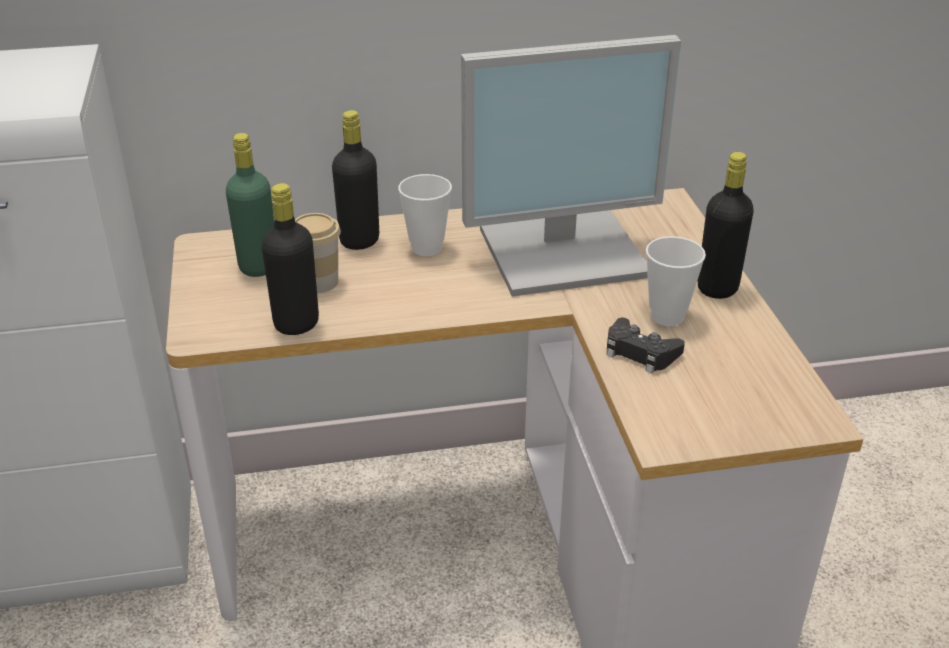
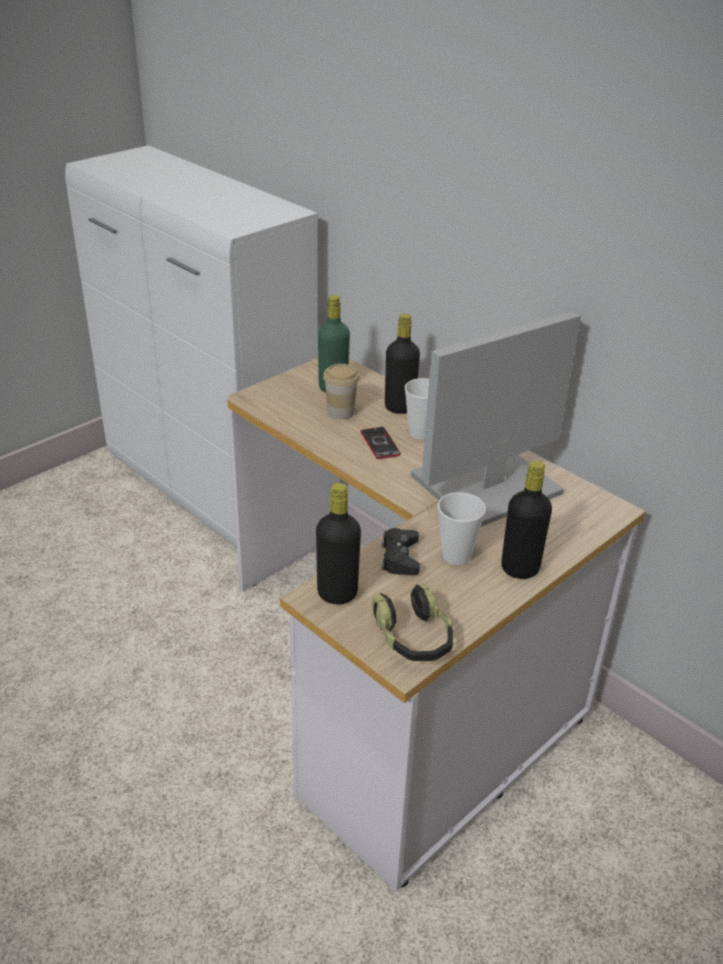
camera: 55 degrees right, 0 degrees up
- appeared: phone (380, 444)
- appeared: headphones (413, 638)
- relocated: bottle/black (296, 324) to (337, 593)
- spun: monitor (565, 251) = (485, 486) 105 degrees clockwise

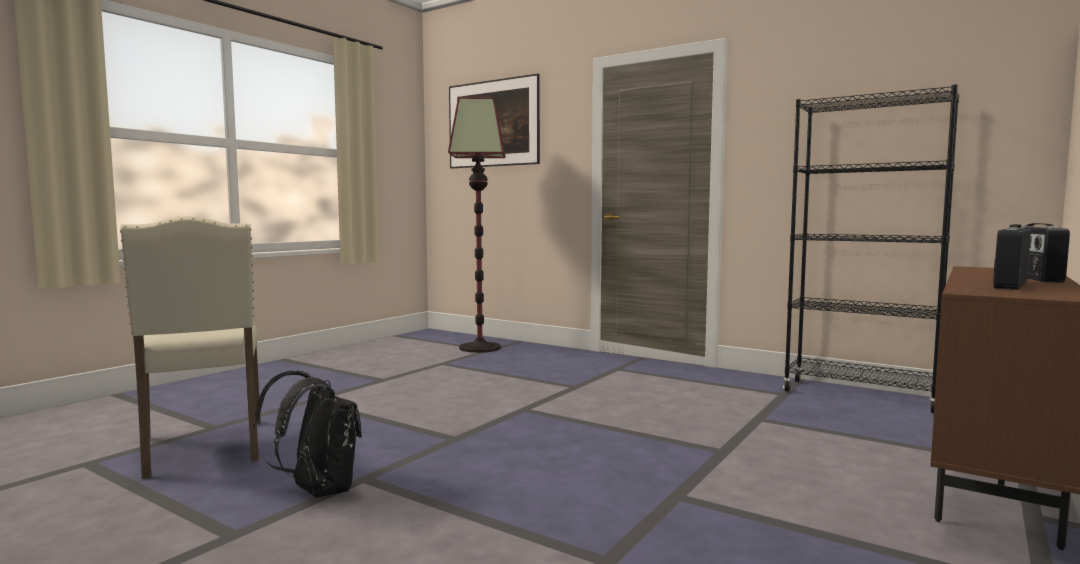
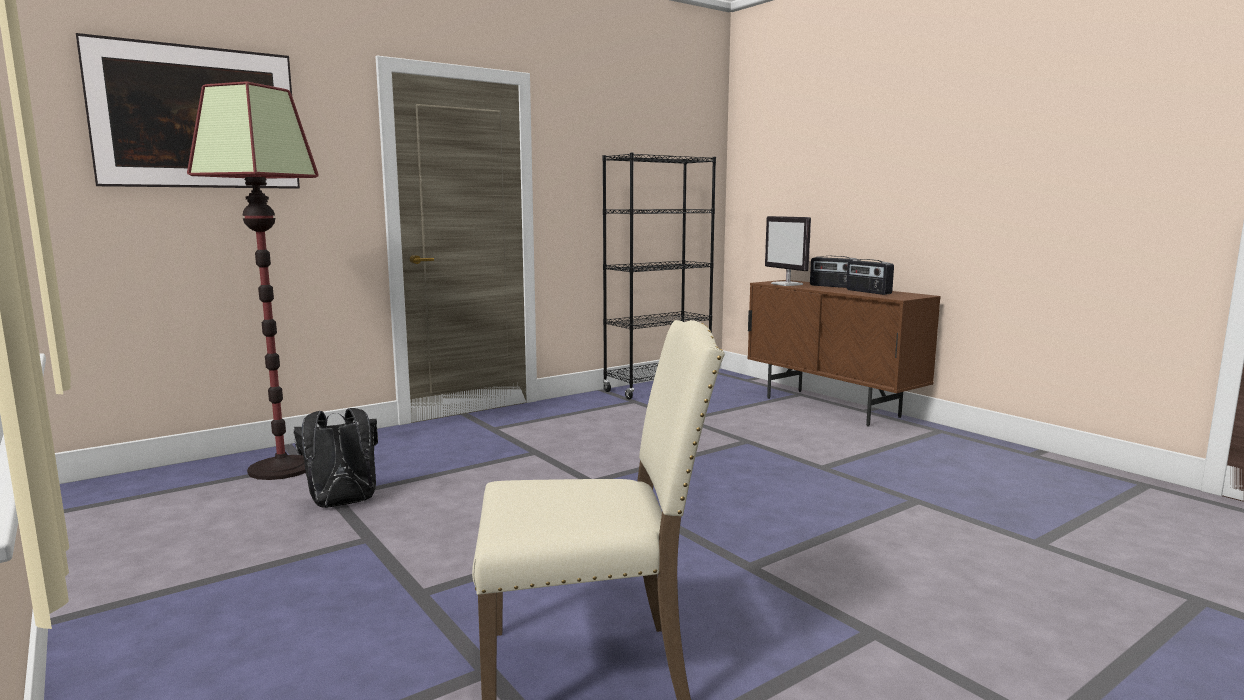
camera: 70 degrees left, 5 degrees up
- appeared: monitor (787, 284)
- relocated: backpack/black (317, 491) to (342, 504)

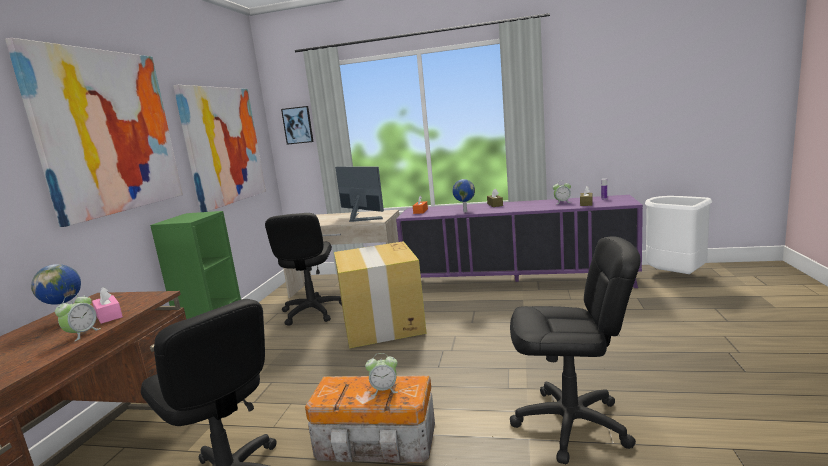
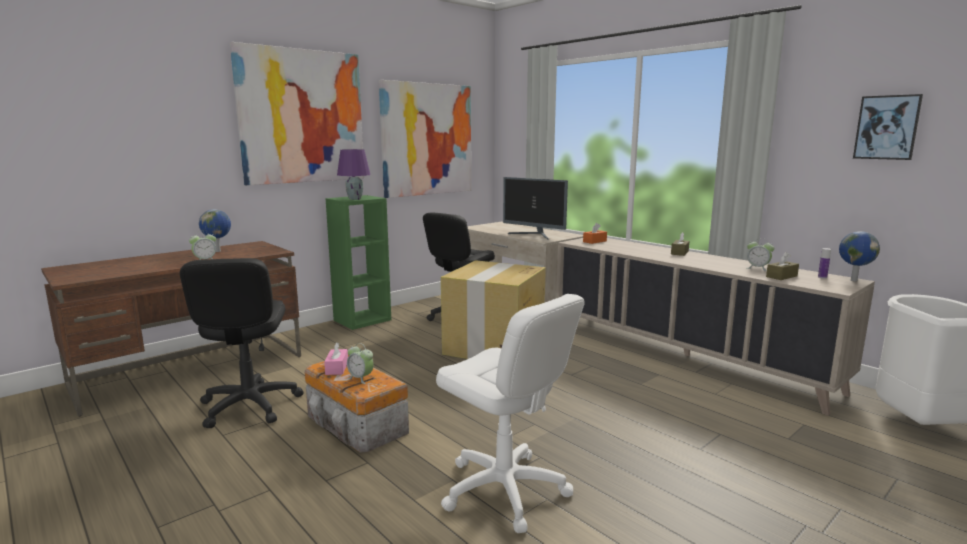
camera: 35 degrees right, 0 degrees up
- appeared: table lamp/purple (354, 199)
- relocated: tissue box/pink (109, 316) to (337, 368)
- relocated: picture (297, 125) to (887, 127)
- relocated: globe (464, 211) to (853, 280)
- colour: cabinet/purple (516, 282) to cabinet/beige (684, 356)
- colour: office chair/black (571, 424) to office chair/white (504, 490)
- spun: monitor (360, 218) = (534, 235) 135 degrees clockwise

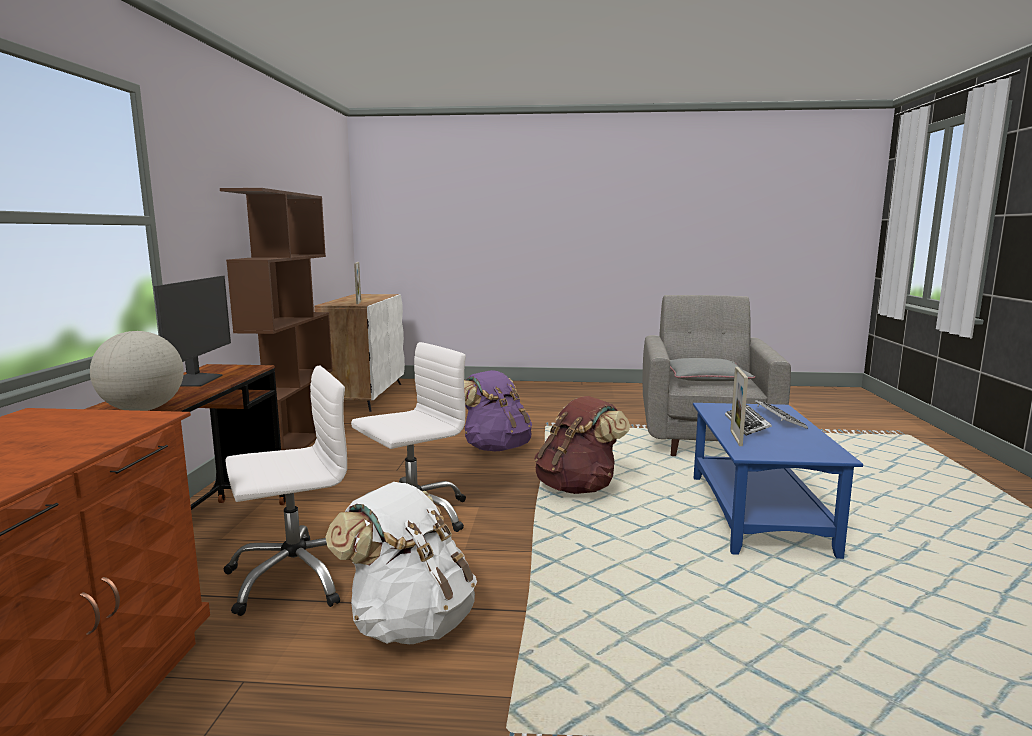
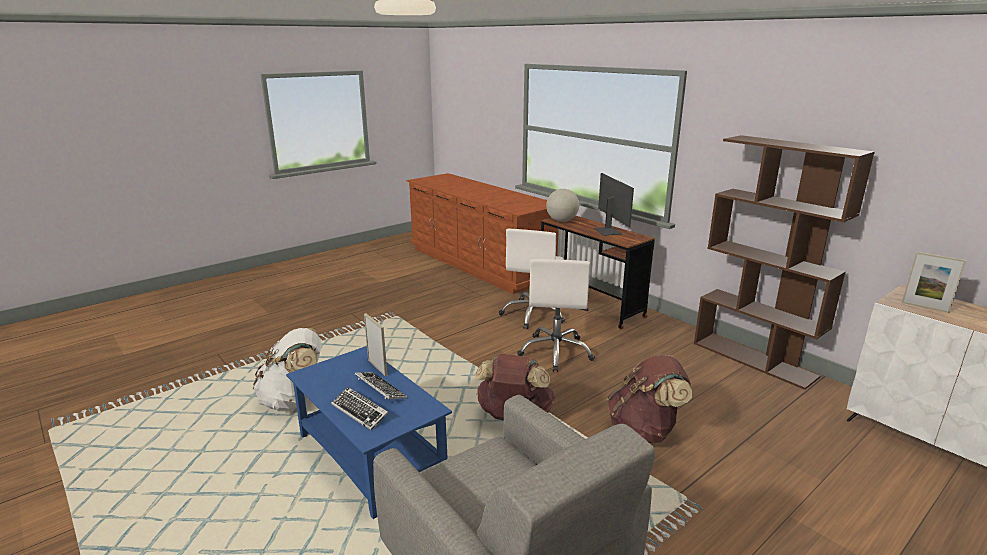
camera: 135 degrees right, 10 degrees up
- missing: pillow/grey (705, 378)
- relocated: backpack/white (410, 623) to (294, 400)
- colour: backpack/purple (496, 447) to backpack/brown (644, 431)
- spun: monitor (195, 380) = (608, 231) 150 degrees counterclockwise

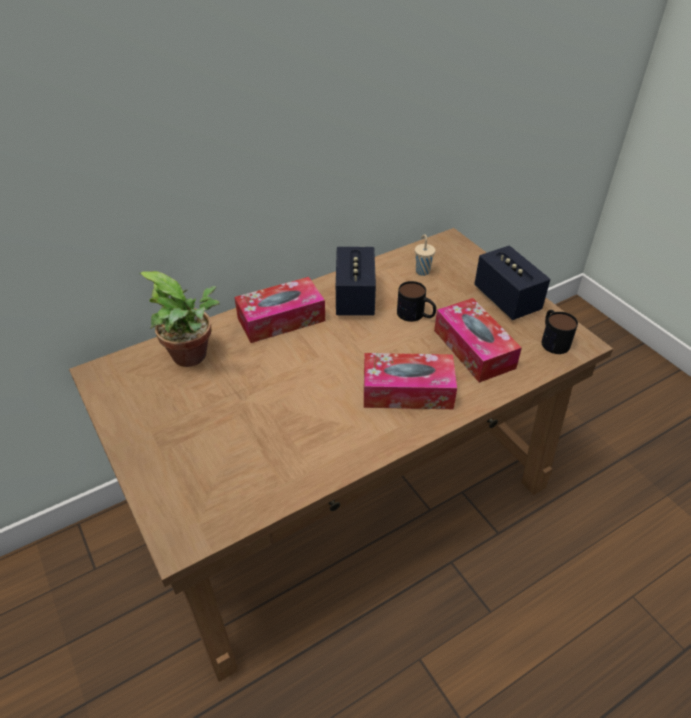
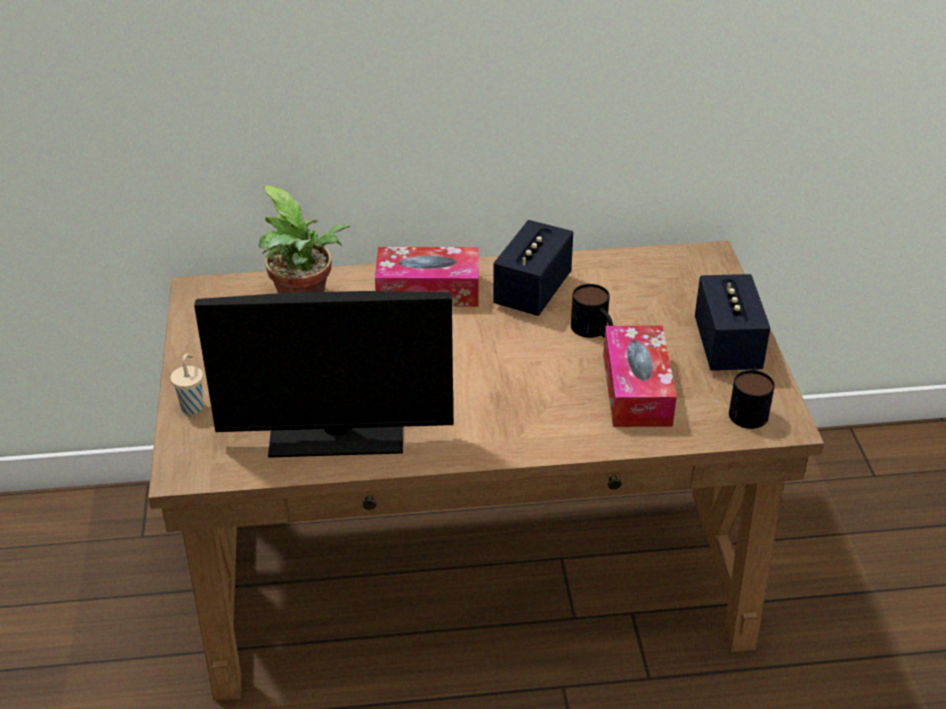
camera: 25 degrees right, 5 degrees down
- missing: tissue box (407, 391)
- appeared: monitor (336, 434)
- relocated: cup/beige (422, 271) to (192, 406)

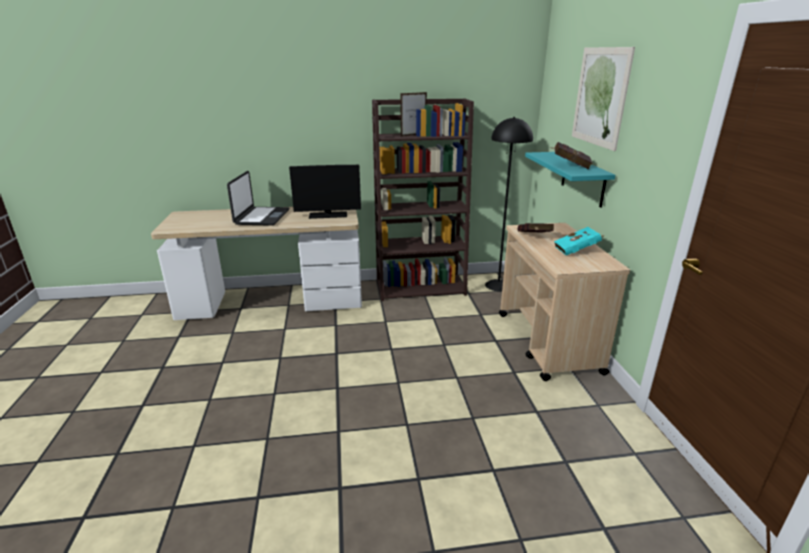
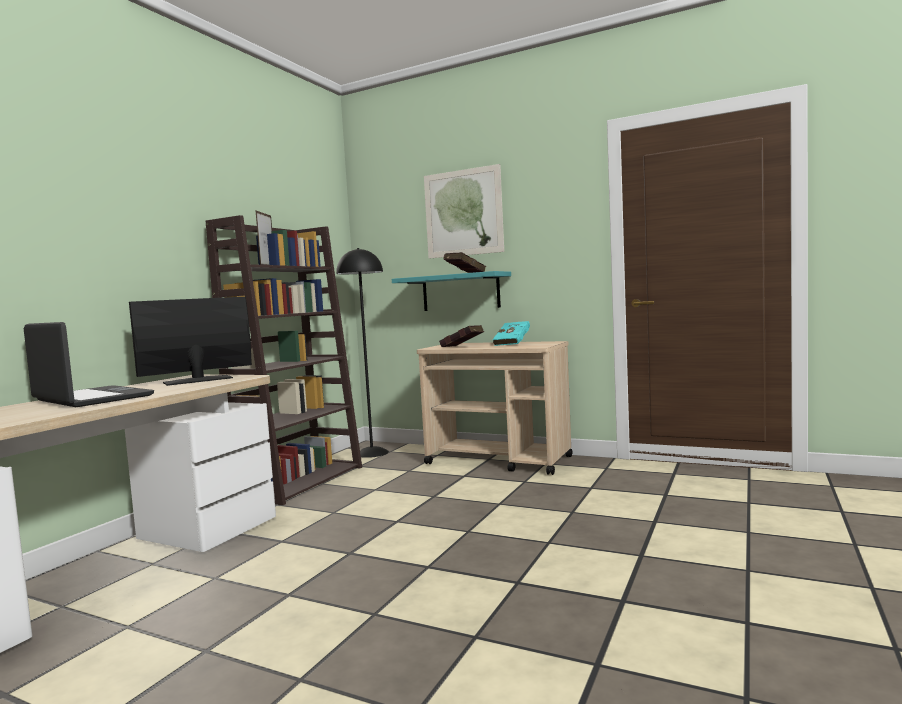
camera: 55 degrees left, 20 degrees down
- spun: monitor (328, 215) = (198, 380) 150 degrees counterclockwise

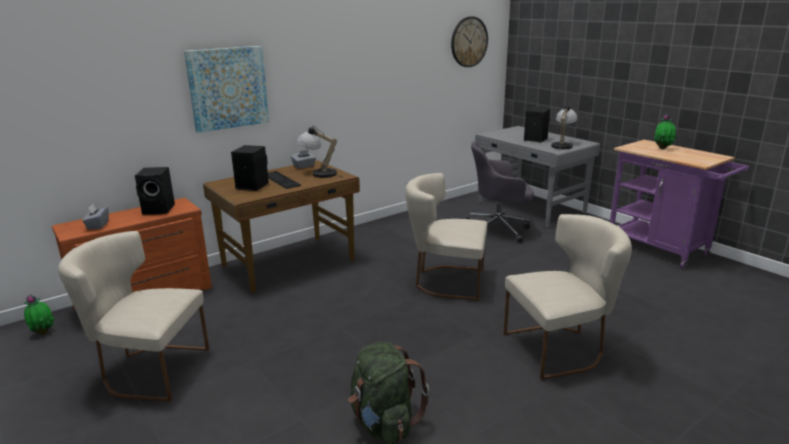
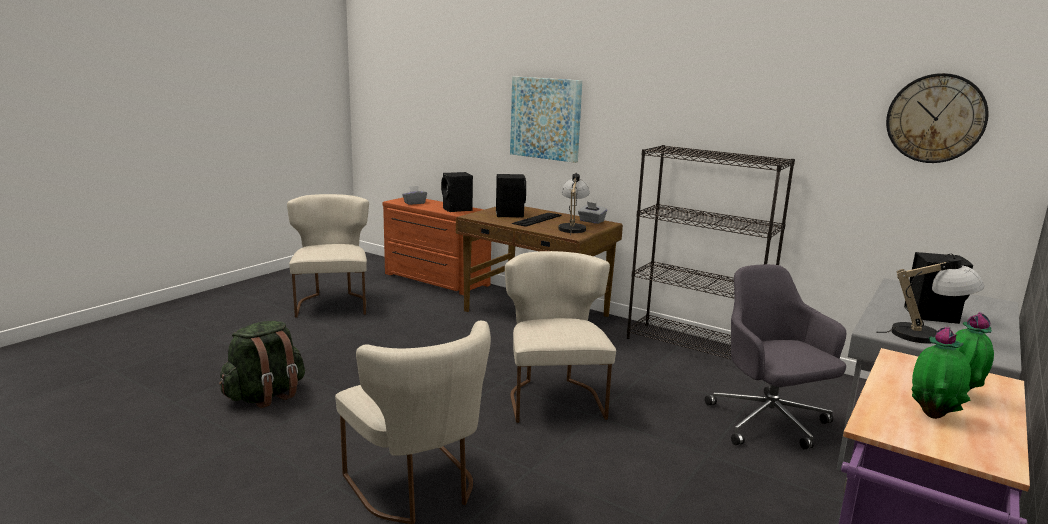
camera: 70 degrees right, 5 degrees down
- appeared: bookcase/black (695, 346)
- relocated: potted plant (43, 332) to (933, 415)

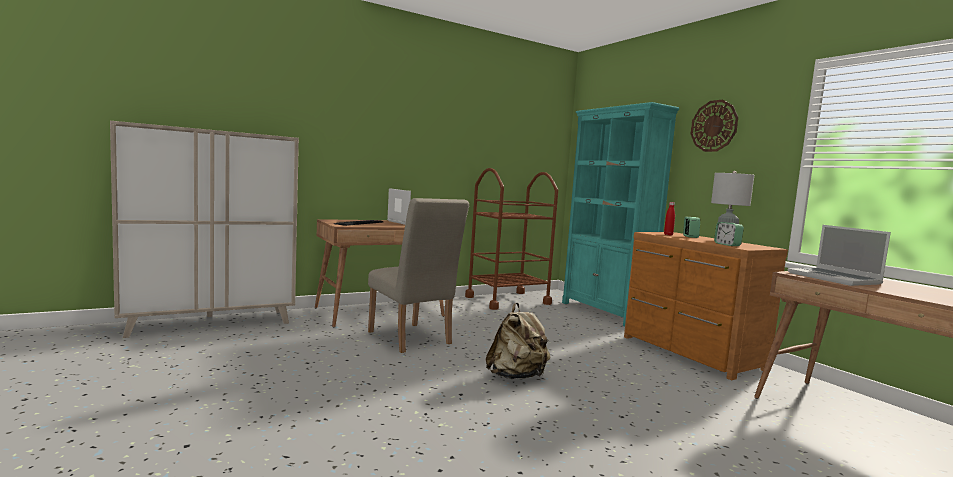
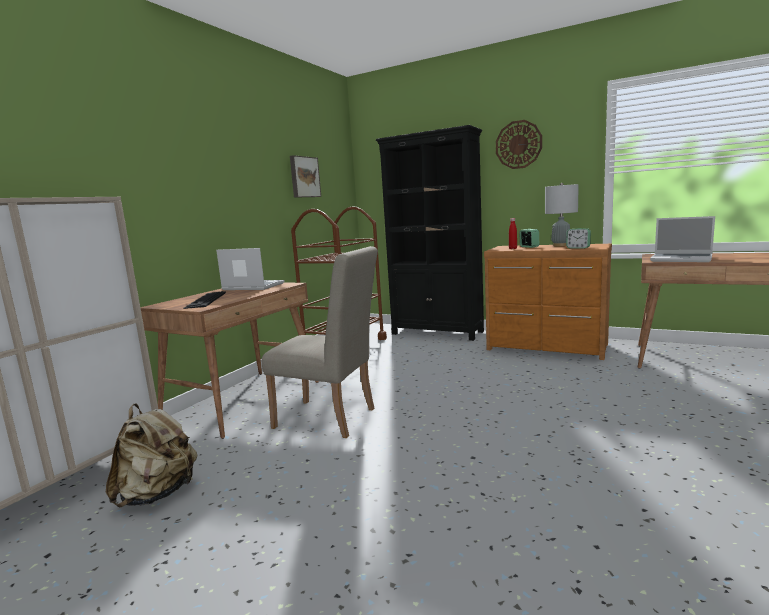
camera: 30 degrees left, 5 degrees up
- appeared: picture (304, 177)
- relocated: backpack/beige (516, 376) to (158, 494)
- colour: bookcase/turquoise (605, 313) to bookcase/black (437, 333)

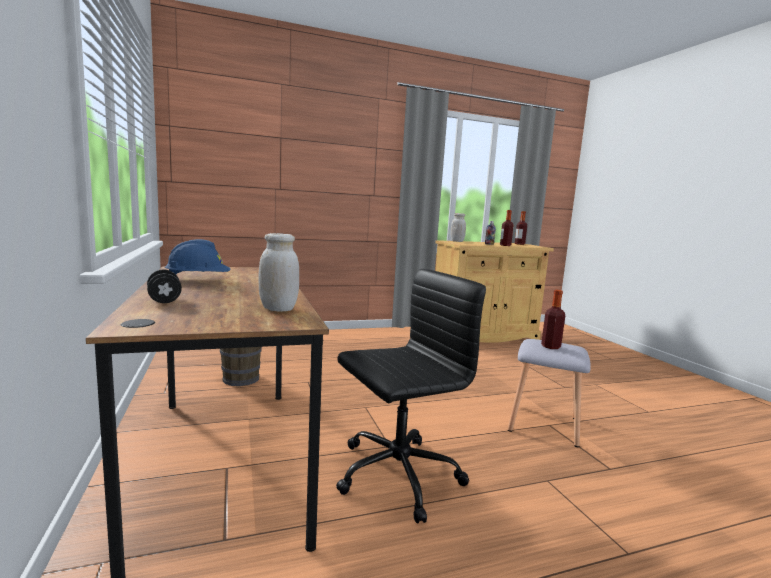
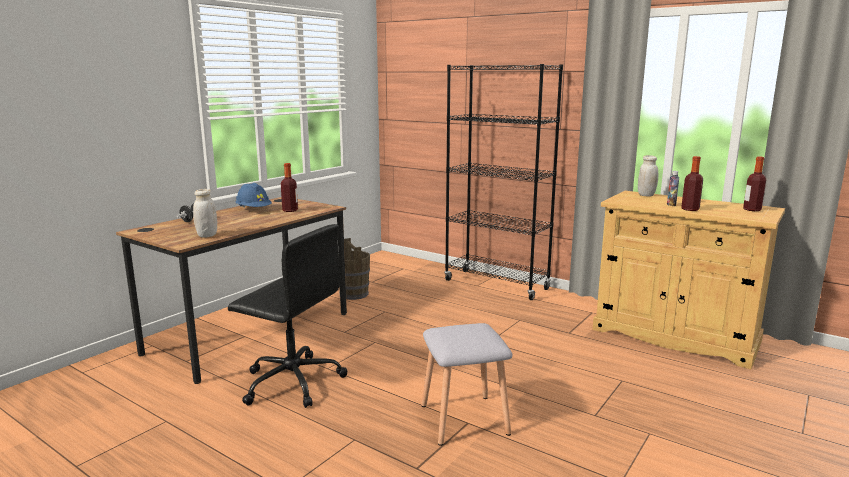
camera: 55 degrees right, 5 degrees up
- appeared: bookcase/black (496, 285)
- relocated: bottle (550, 347) to (290, 210)

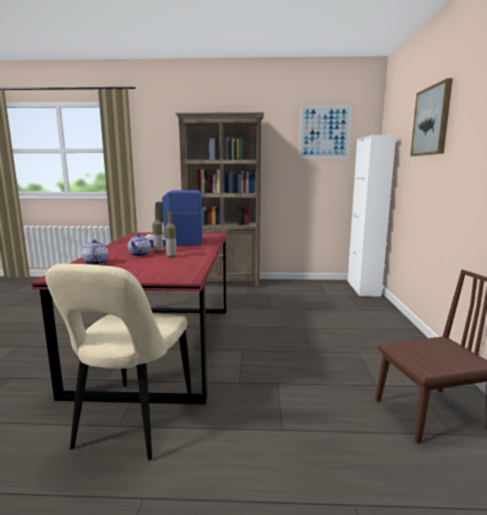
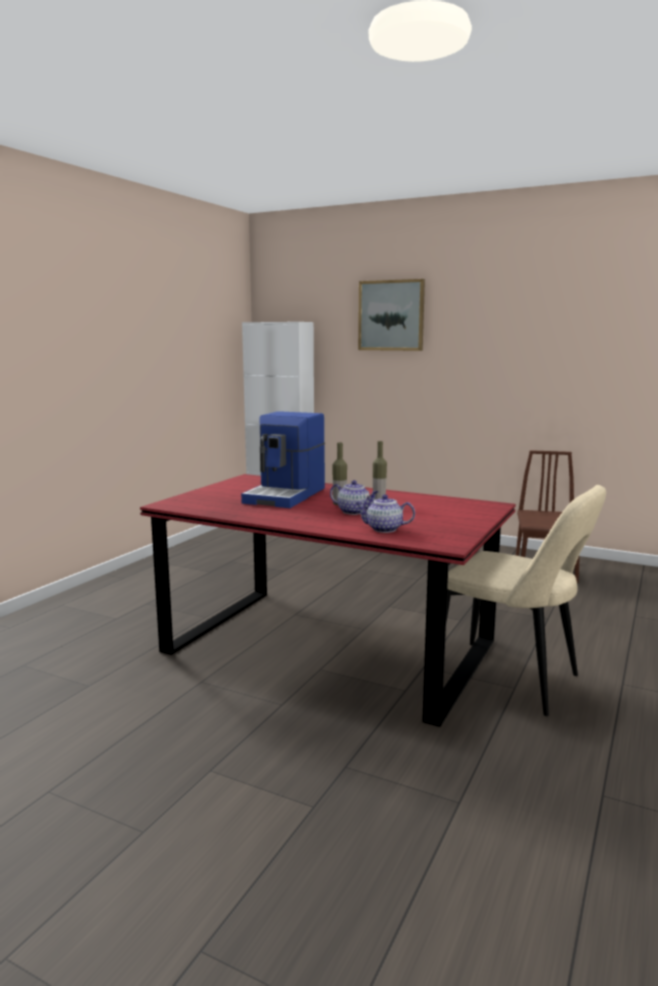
camera: 65 degrees left, 0 degrees up
- missing: bookcase/brown (223, 283)
- missing: picture (324, 132)

